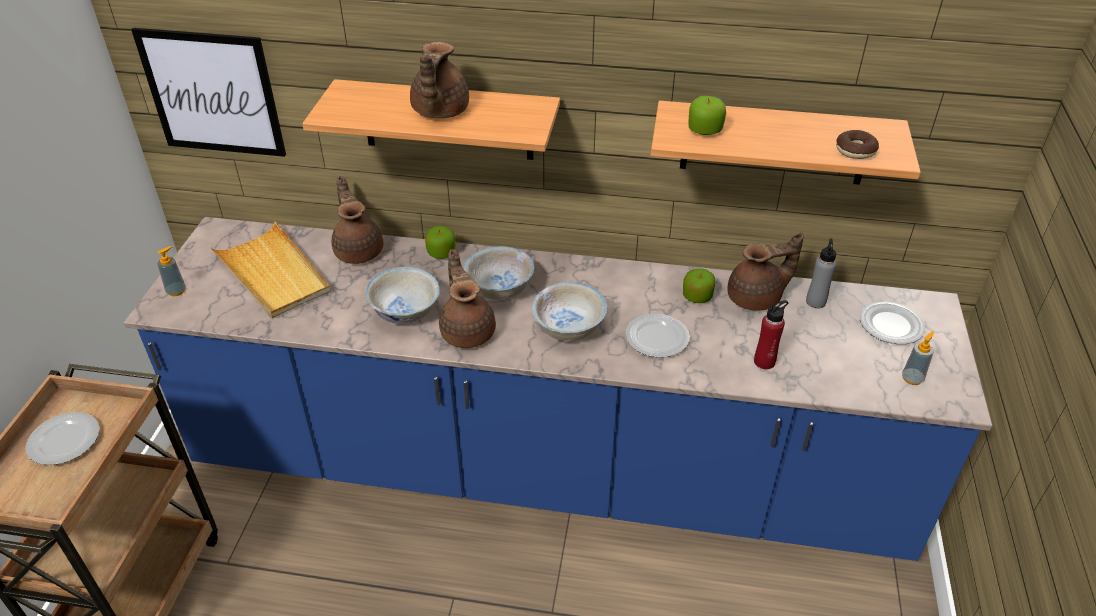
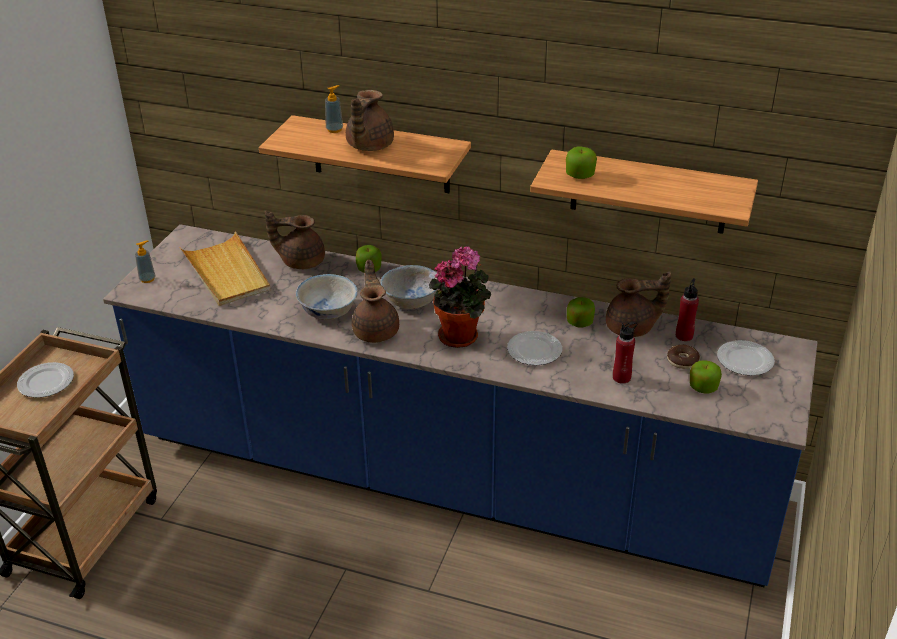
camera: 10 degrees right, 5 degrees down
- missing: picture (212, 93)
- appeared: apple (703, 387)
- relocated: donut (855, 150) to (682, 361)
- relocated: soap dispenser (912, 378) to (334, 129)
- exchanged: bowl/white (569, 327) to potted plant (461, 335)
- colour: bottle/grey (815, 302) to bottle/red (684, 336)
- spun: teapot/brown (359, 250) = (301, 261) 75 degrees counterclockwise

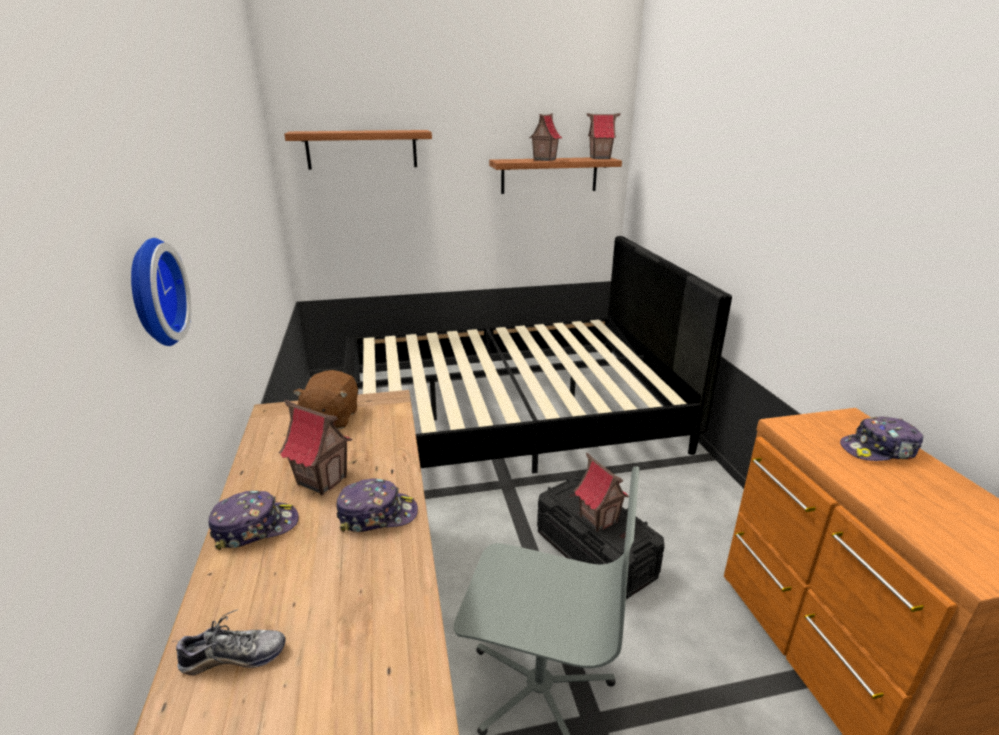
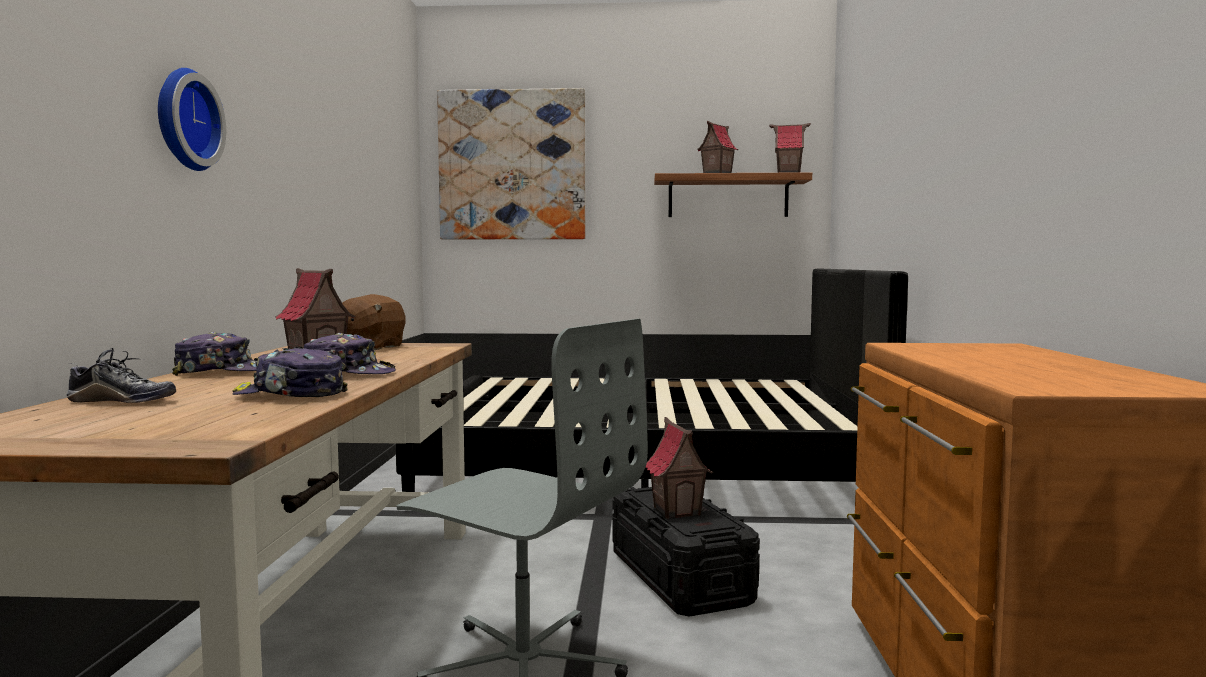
camera: 15 degrees right, 20 degrees down
- relocated: cap (879, 450) to (290, 395)
- exchanged: shelf (362, 149) to picture (512, 165)

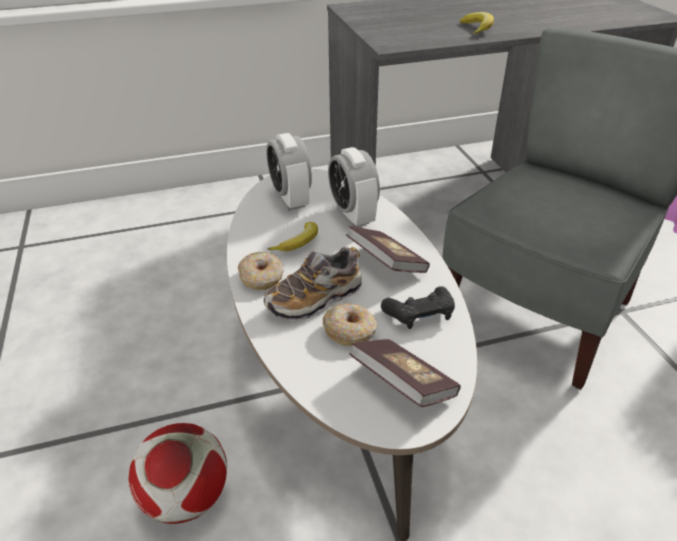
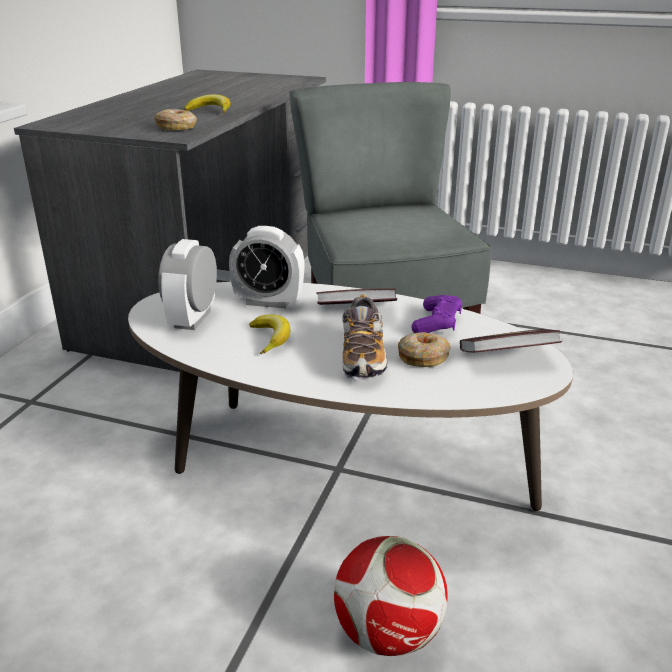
camera: 55 degrees left, 10 degrees down
- relocated: donut (262, 277) to (177, 127)
- colour: game controller/black (419, 314) to game controller/purple (437, 323)
- spun: alarm clock (291, 199) = (193, 319) 90 degrees clockwise

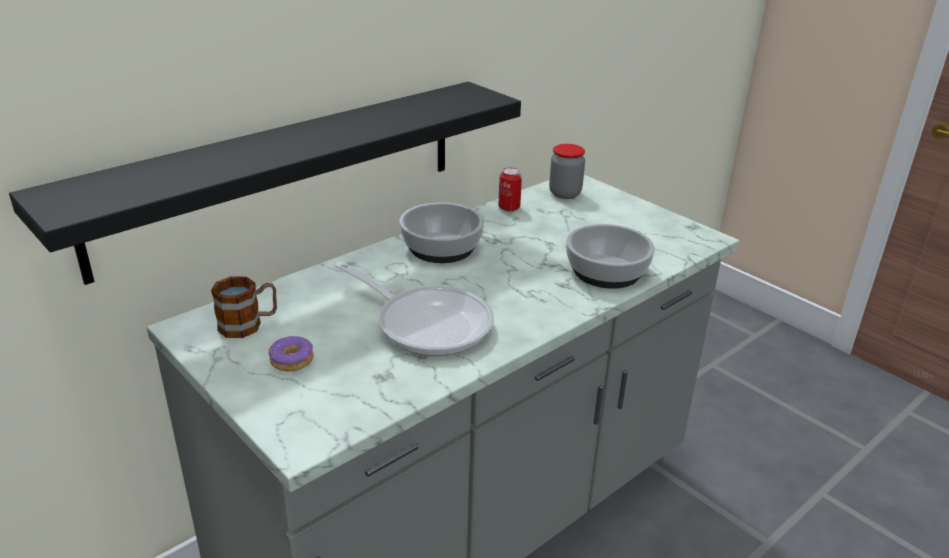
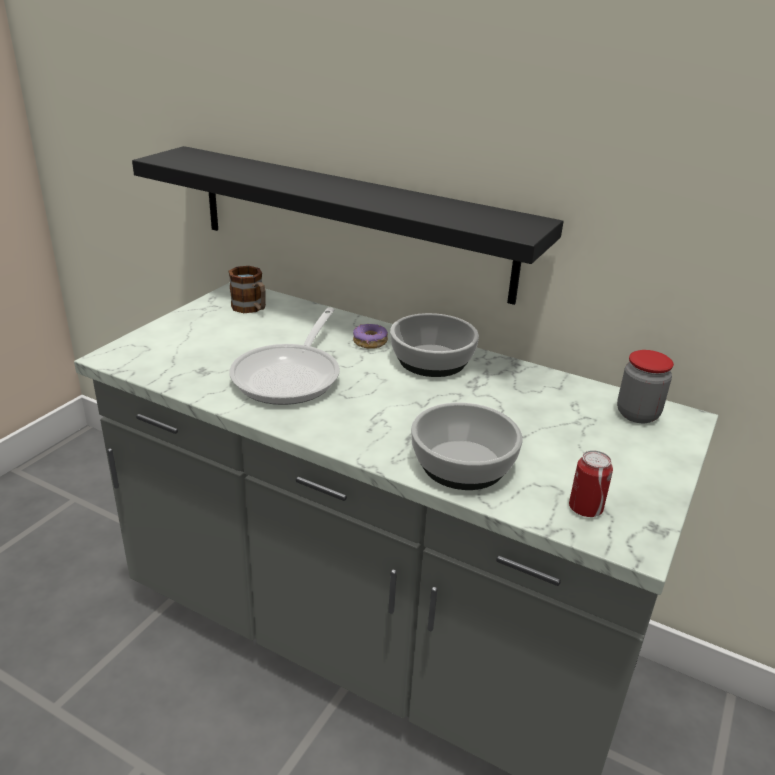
camera: 70 degrees right, 0 degrees up
- relocated: donut (292, 360) to (370, 342)
- relocated: can (509, 207) to (585, 508)

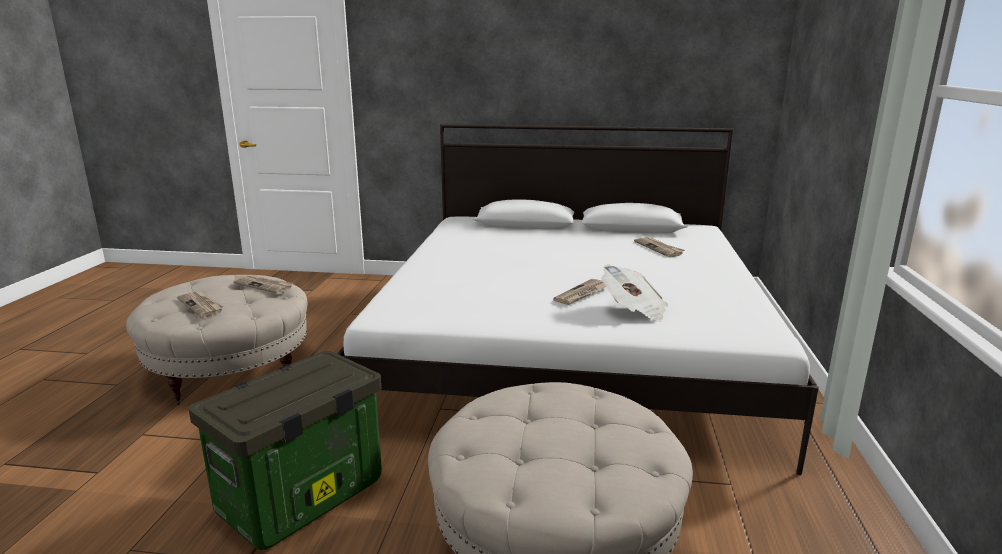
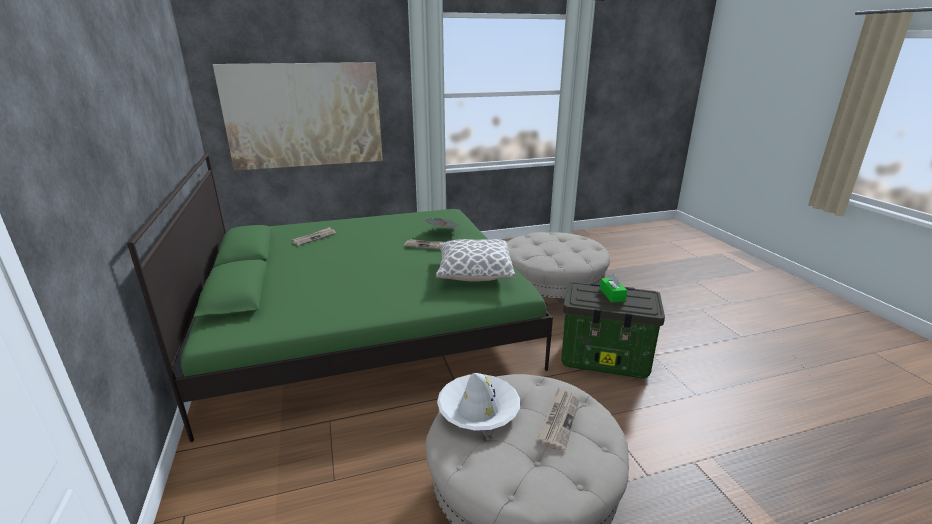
camera: 115 degrees left, 5 degrees up
- appeared: picture (304, 116)
- appeared: pillow (474, 274)
- appeared: tissue box/green (612, 295)
- exchanged: newspaper (264, 285) to hat/white (478, 409)
- colour: bed/white (571, 348) to bed/green (366, 320)

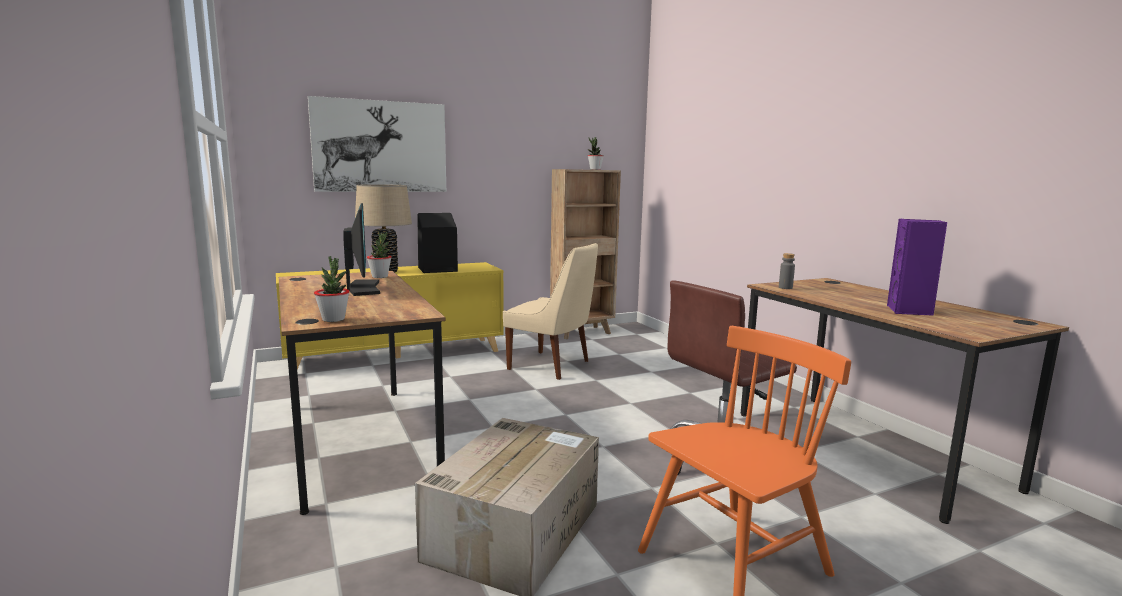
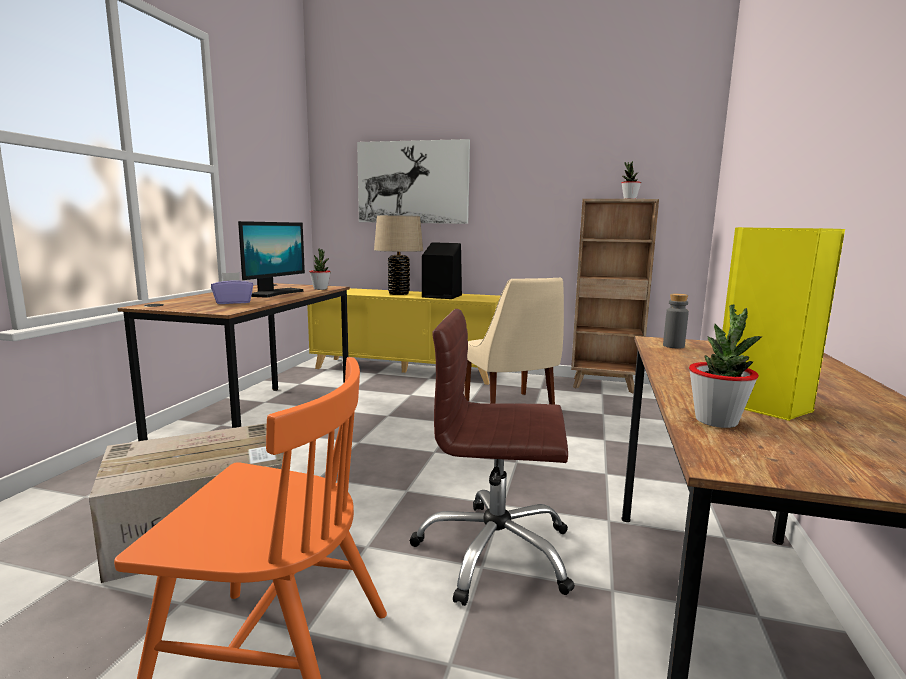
camera: 40 degrees right, 0 degrees up
- appeared: tissue box/purple (232, 302)
- relocated: potted plant (333, 319) to (716, 421)
- colour: speaker/purple (909, 311) to speaker/yellow (764, 406)

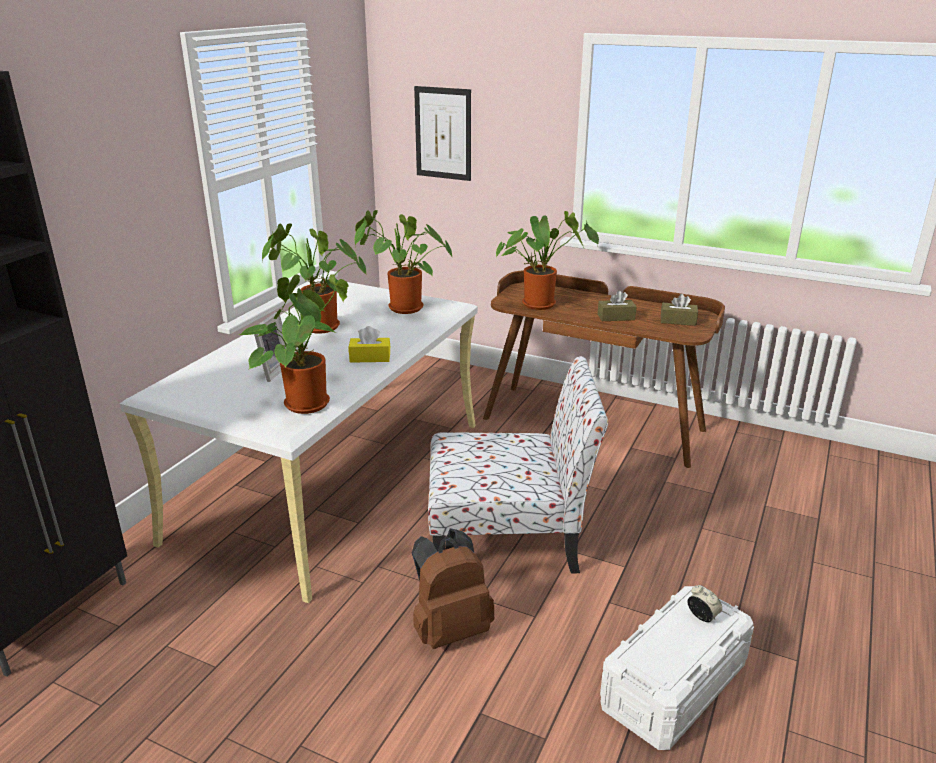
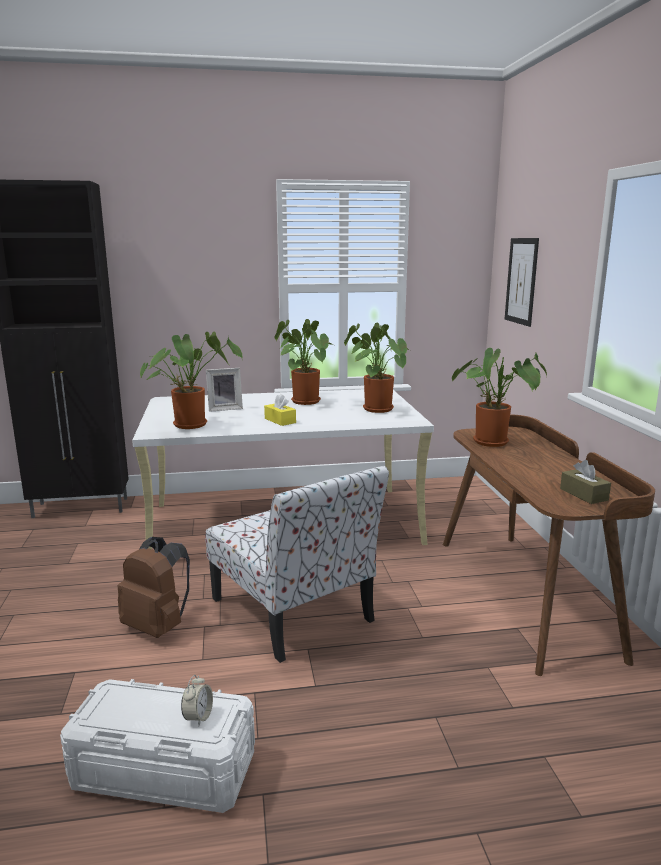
camera: 55 degrees right, 10 degrees down
- missing: tissue box/brown (616, 317)

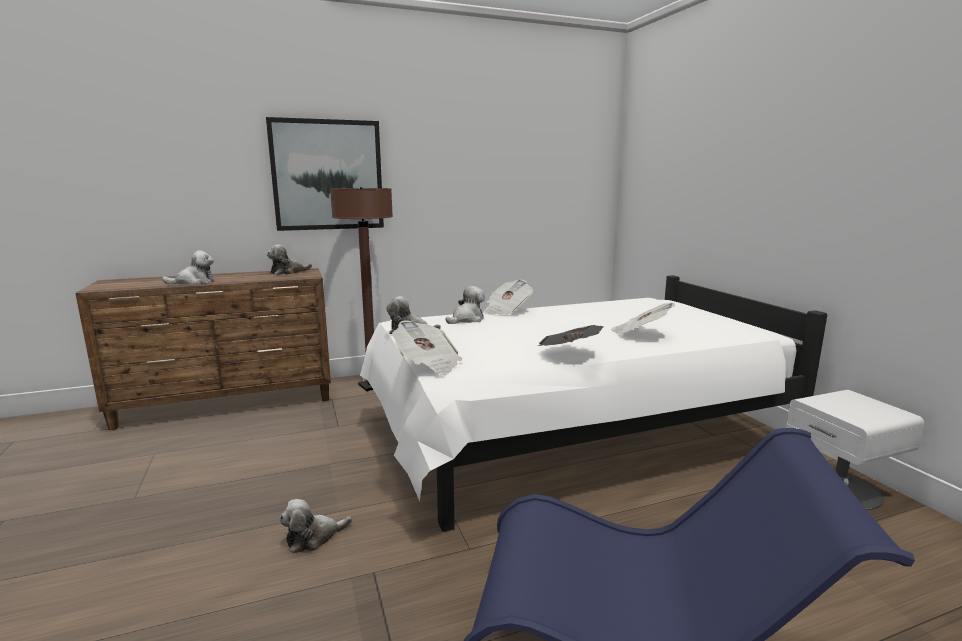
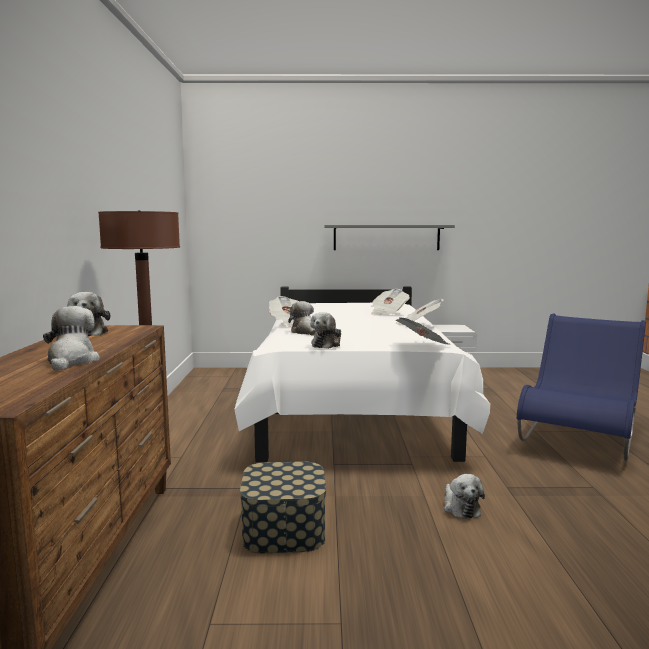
camera: 70 degrees left, 5 degrees down
- missing: picture (327, 175)
- appeared: storage box (284, 529)
- appeared: shelf/grey (386, 237)

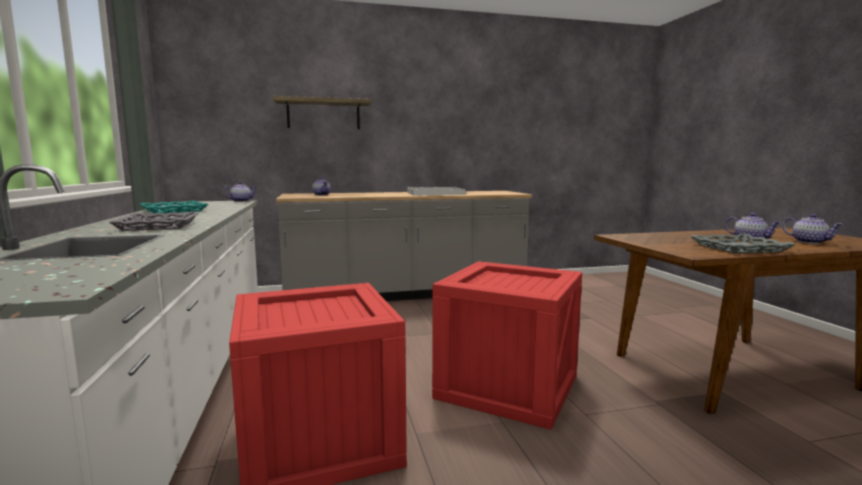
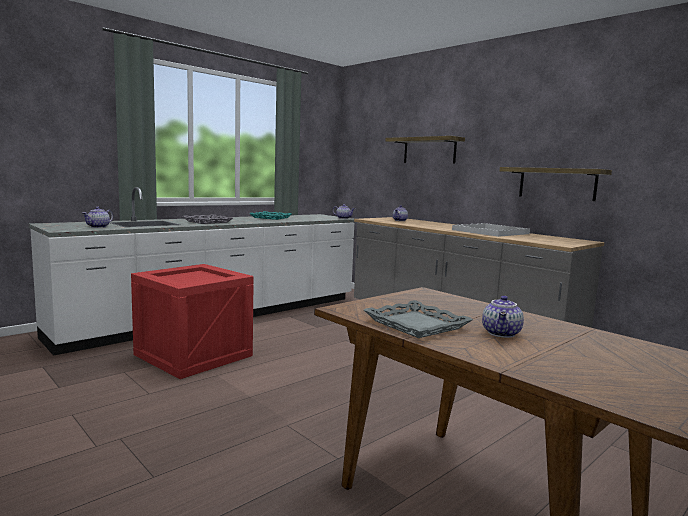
camera: 60 degrees right, 0 degrees up
- missing: crate (506, 385)
- appeared: shelf (557, 183)
- relocated: teapot (809, 242) to (98, 227)

